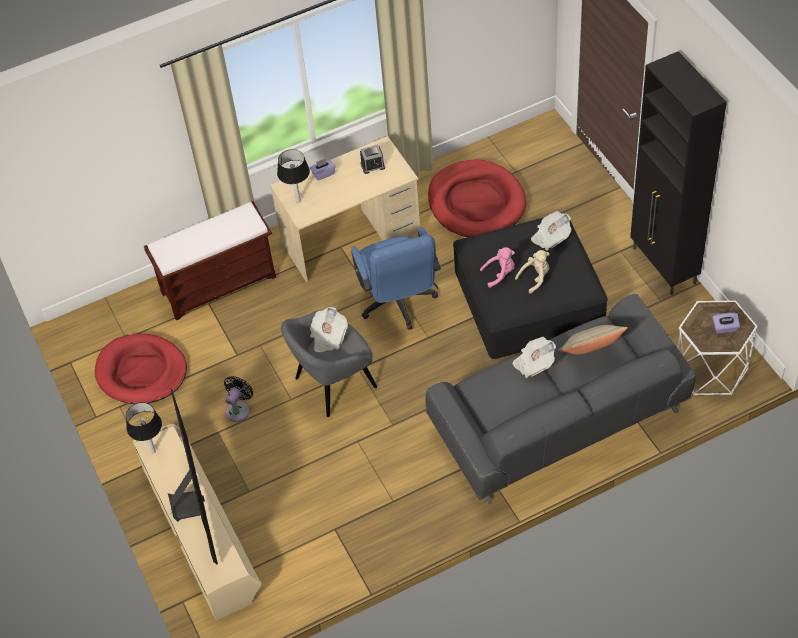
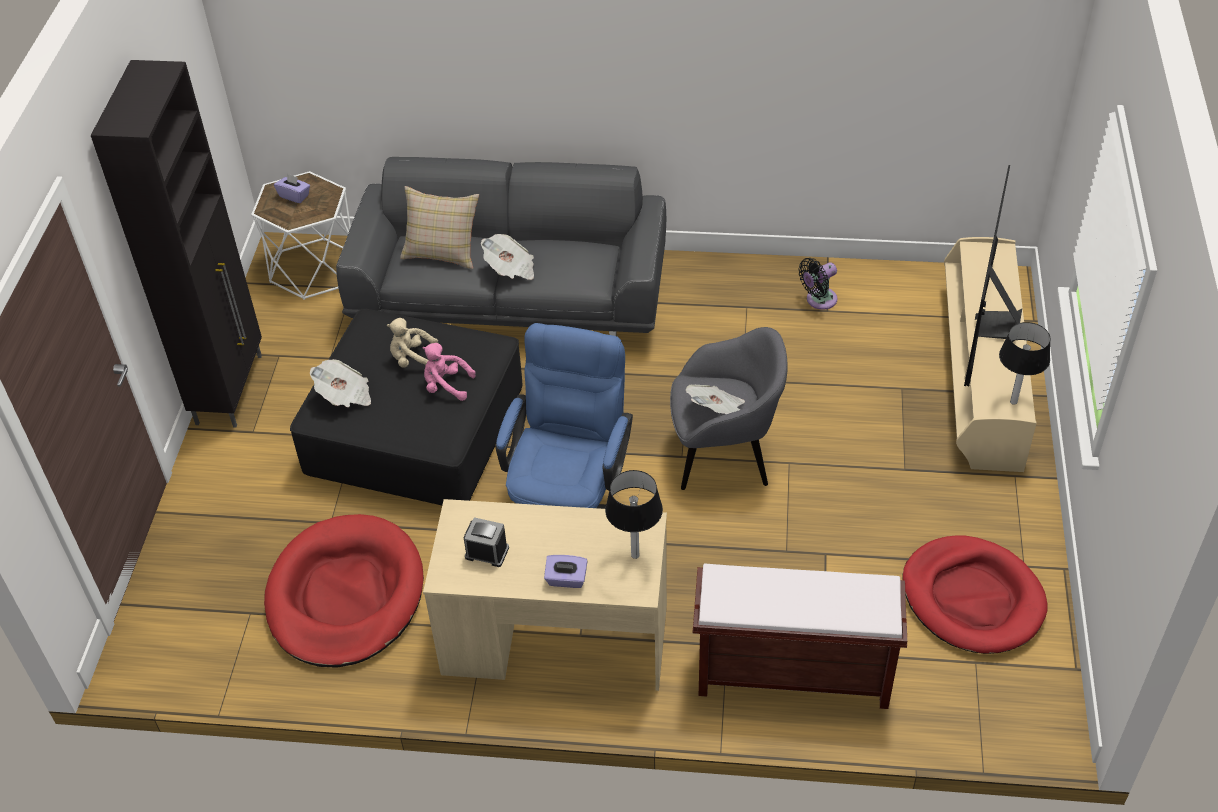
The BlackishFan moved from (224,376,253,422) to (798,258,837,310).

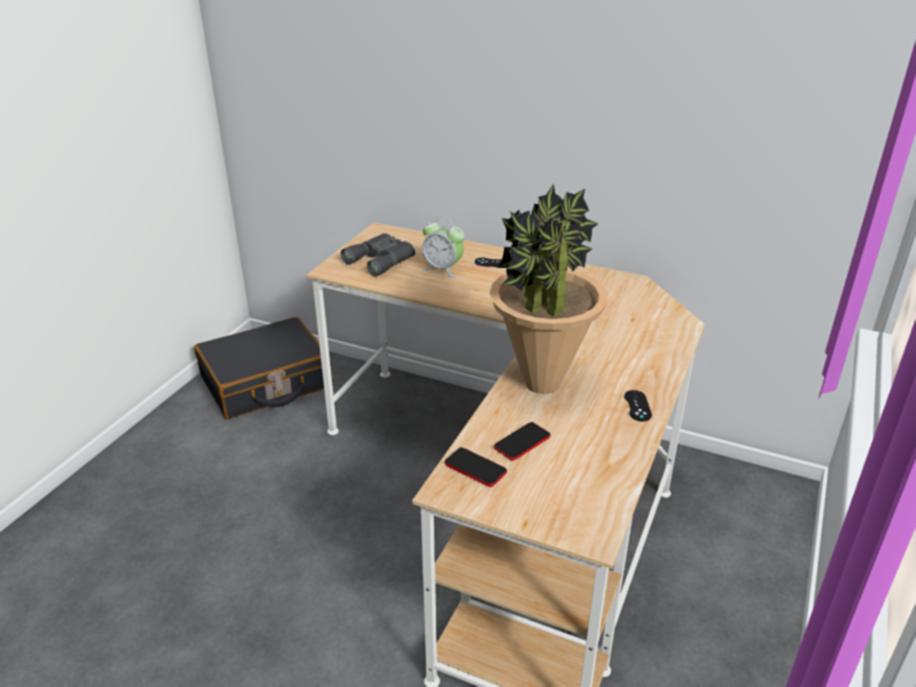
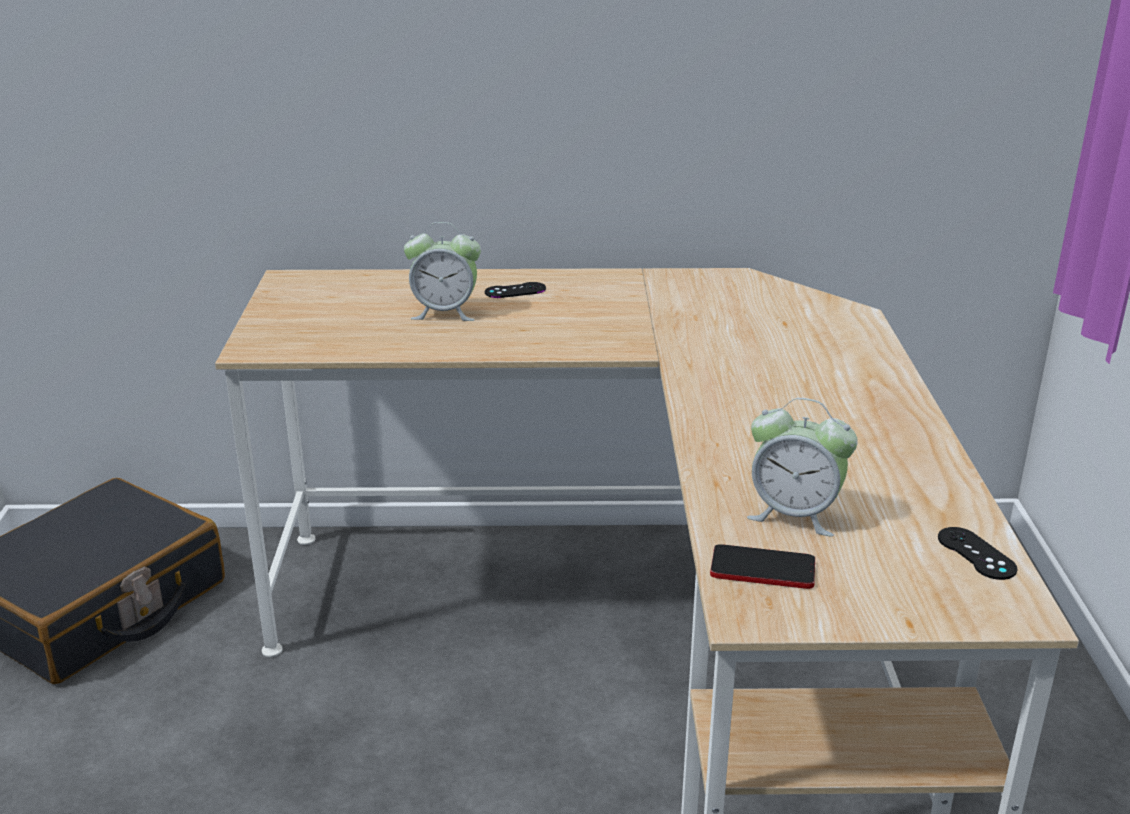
The GreyishBinoculars at (341,233,415,277) disappeared. The Houseplant at (490,183,608,394) disappeared. The Telephone at (494,422,551,461) was replaced by the BedsideClock at (747,398,858,536). The BlackishGameController moved from (624,390,652,422) to (938,527,1018,580).

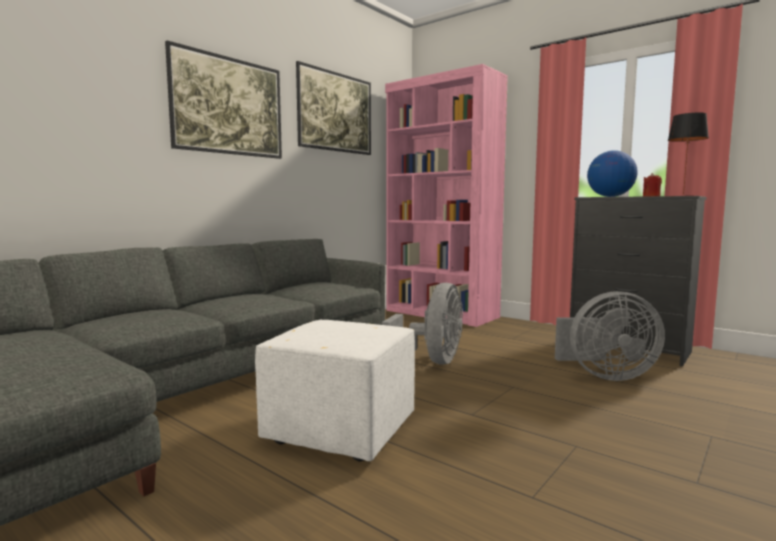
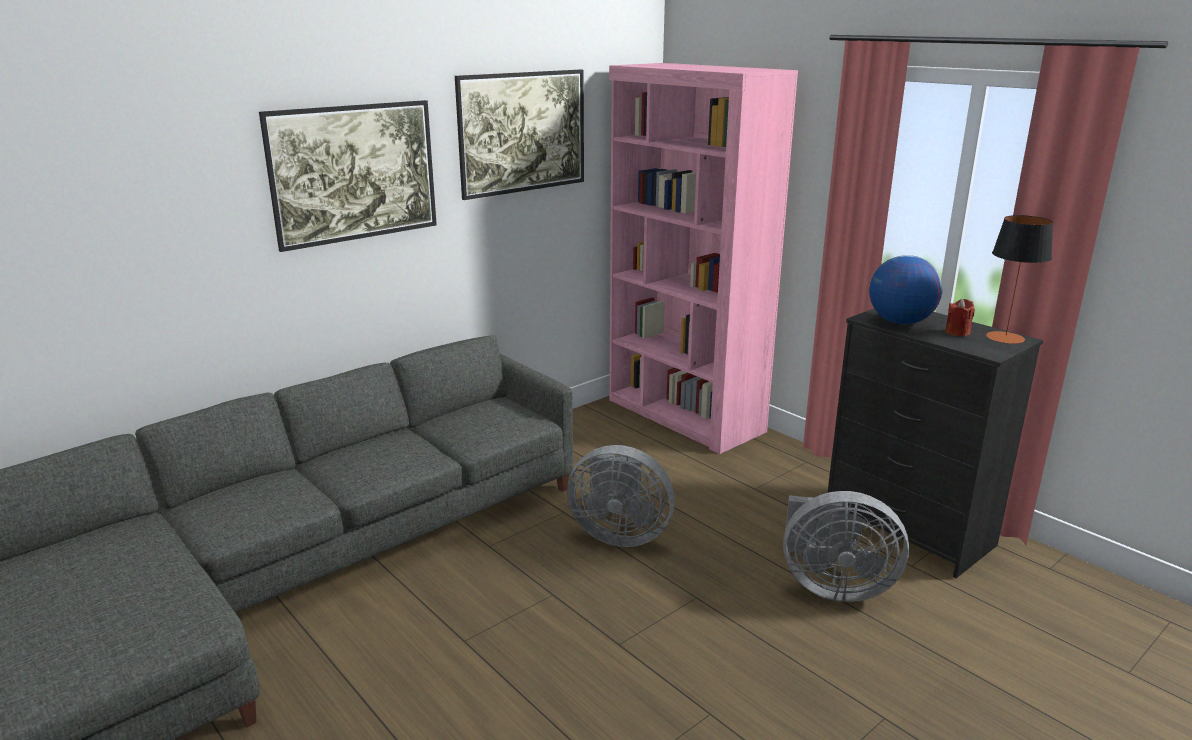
The WhiteColouredOttoman at (255,320,415,462) disappeared. The GreyishFan at (382,283,463,364) turned 75 degrees clockwise.

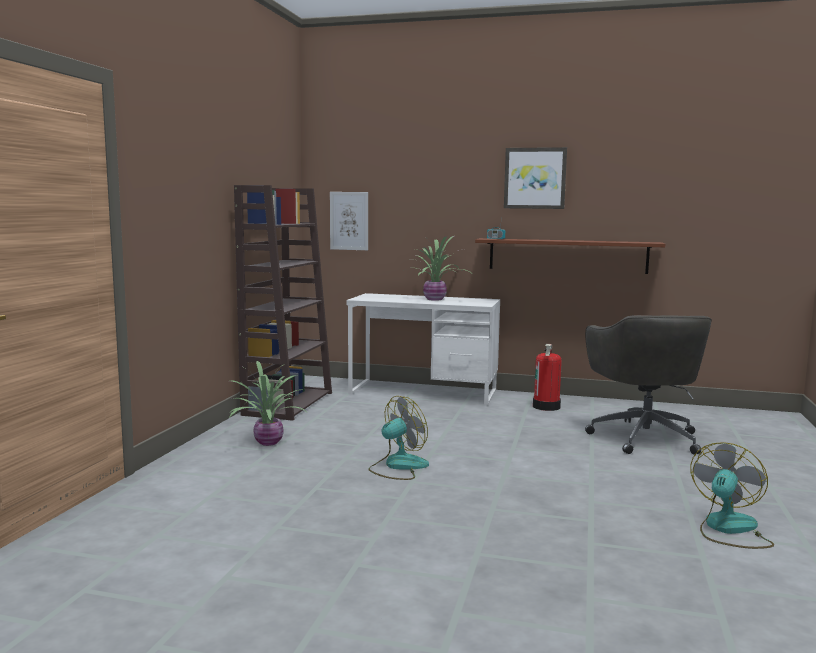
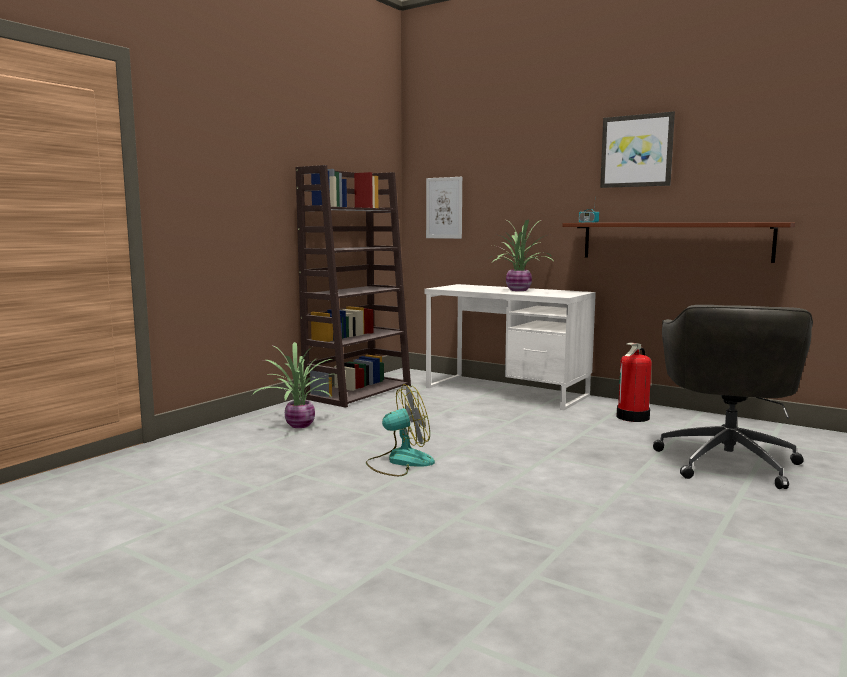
The Fan at (690,442,774,549) disappeared.

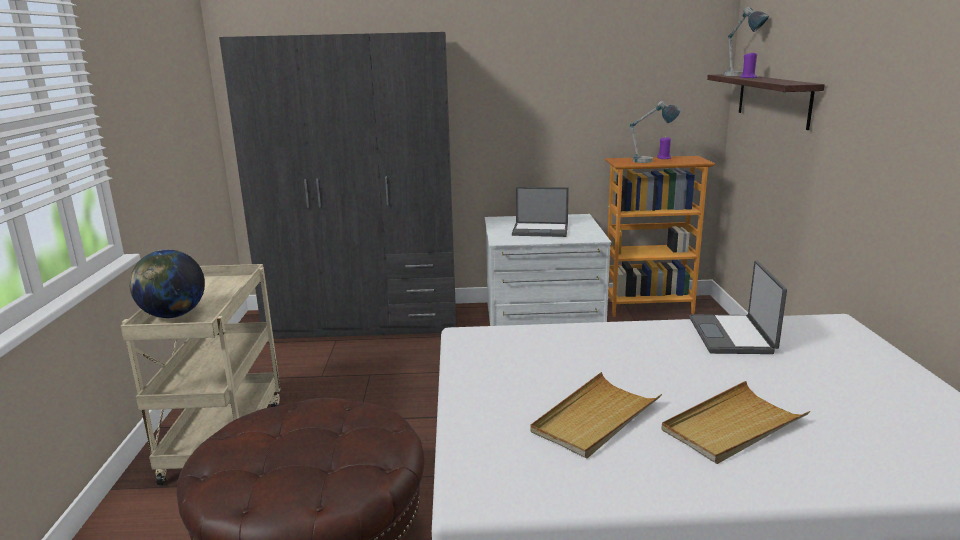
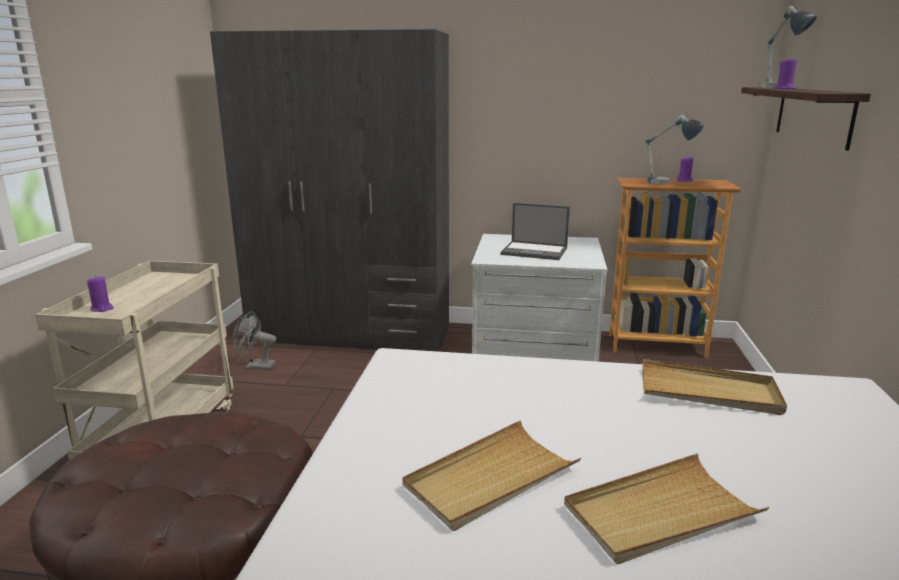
The WorldGlobe at (129,250,205,318) was replaced by the PurpleWaxLight at (87,275,114,312). The NotebookComputer at (689,261,787,354) was replaced by the SandColouredTray at (643,359,787,415). The GreyishFan at (233,311,276,370) appeared.

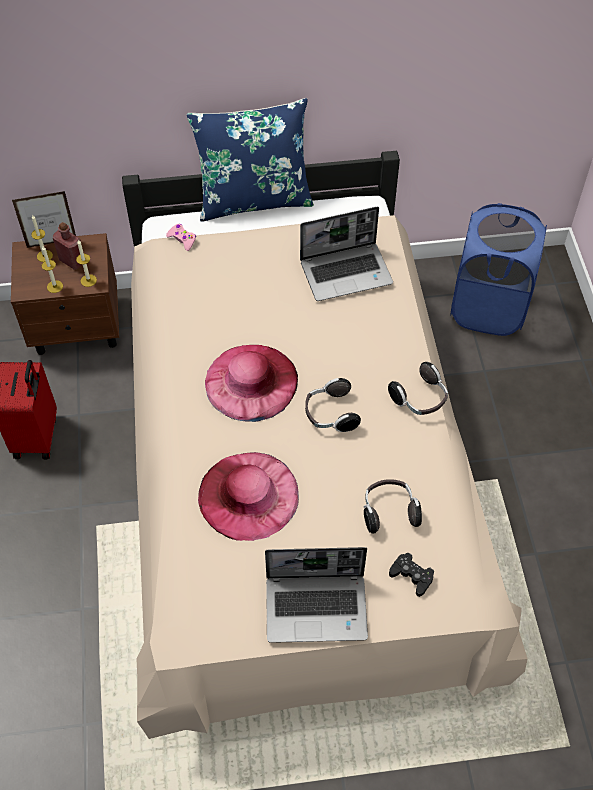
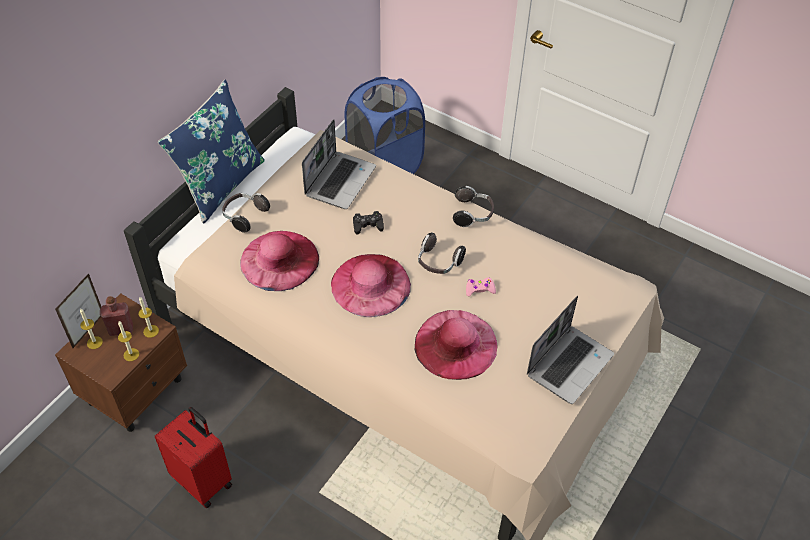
The PinkColouredGameController moved from (166,224,196,251) to (466,278,496,296). The Headphones moved from (364,479,422,534) to (222,193,270,233). The BlackishGameController moved from (389,553,434,597) to (353,211,384,235). The PinkColouredClothingHat at (240,231,319,291) appeared.

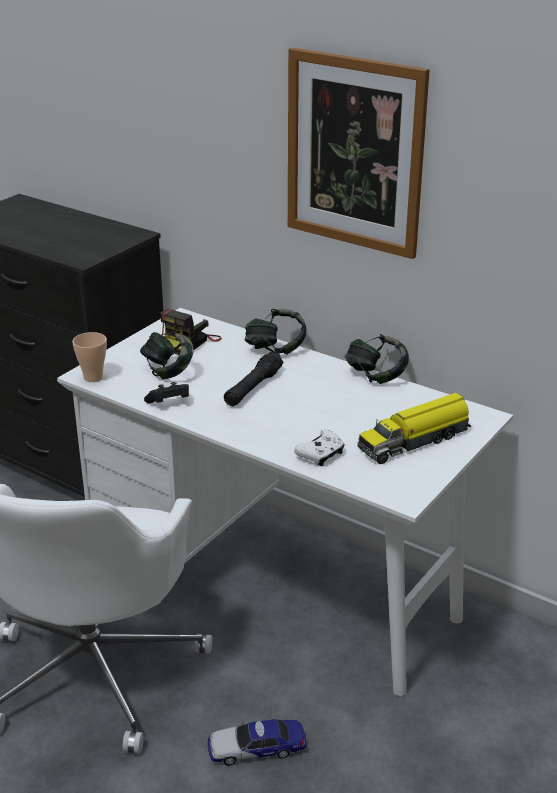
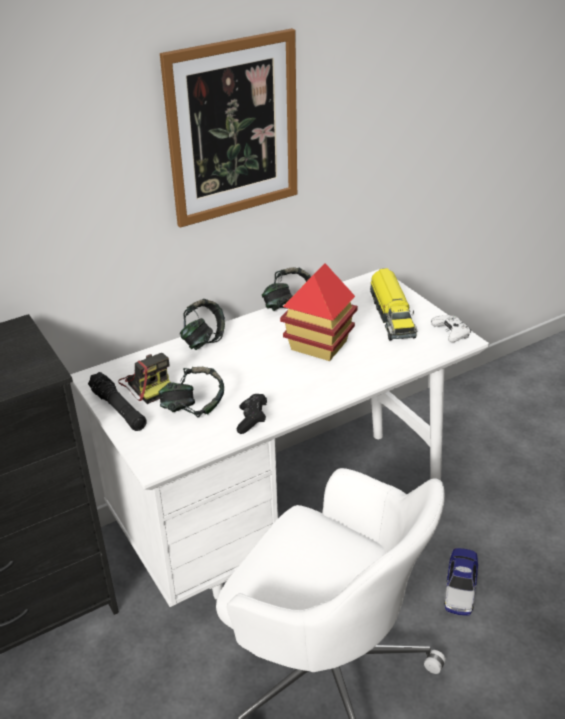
The Cup at (72,332,107,382) disappeared. The BlackishTorch moved from (224,351,283,406) to (88,372,147,431). The WhiteColouredGameController moved from (294,429,345,466) to (431,315,471,342). The MiniatureHouse at (280,263,358,361) appeared.

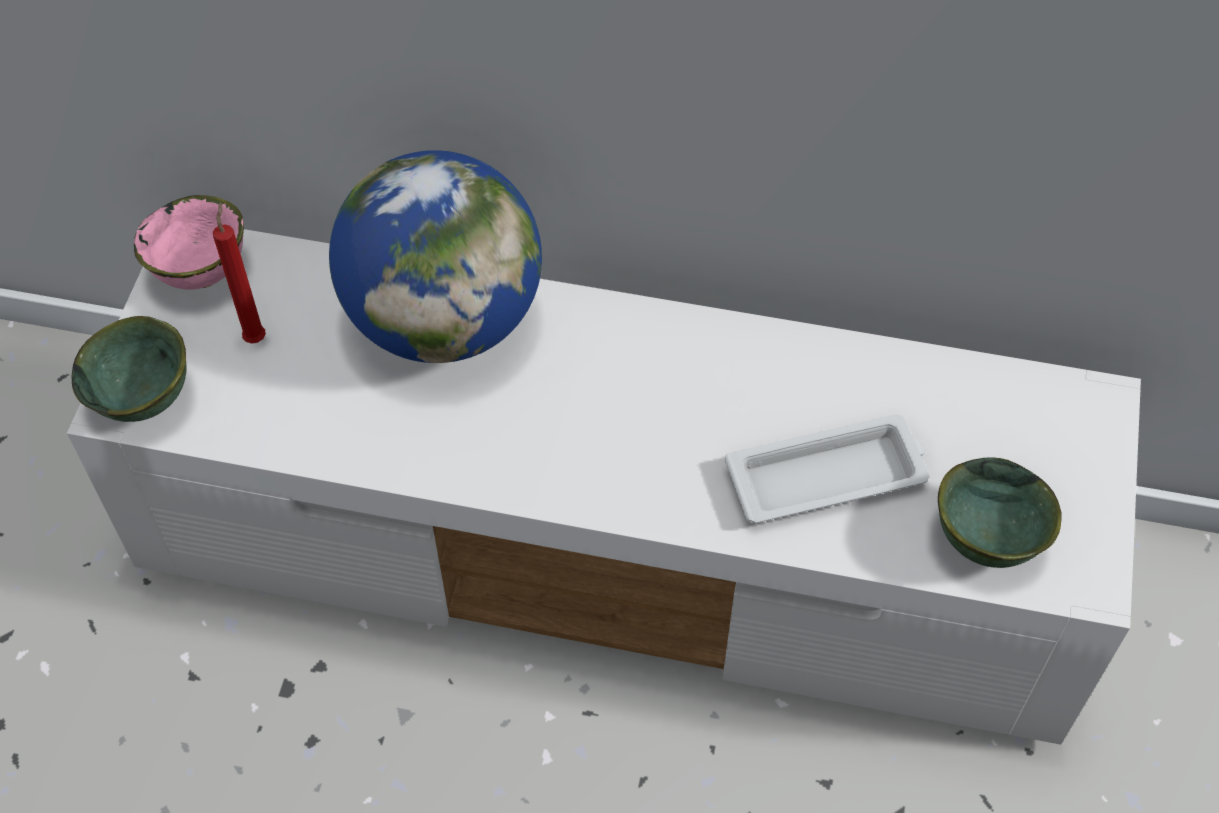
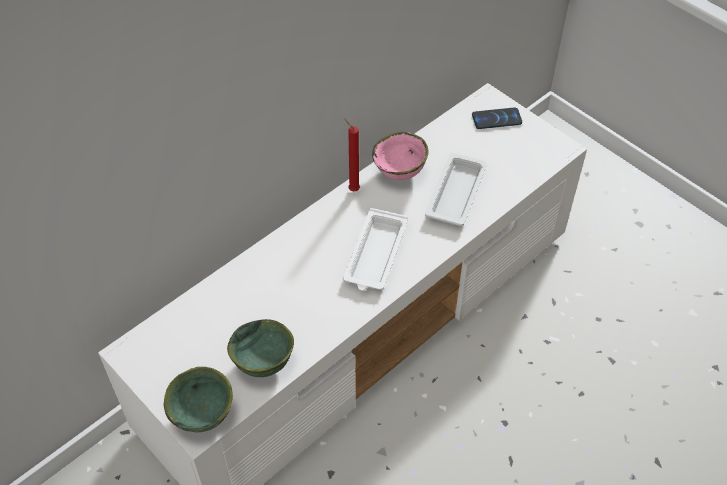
The PinkColouredDeepDish moved from (134,195,244,290) to (372,132,428,180). The RedWaxLight moved from (213,202,266,344) to (344,118,360,191). The WorldGlobe at (329,150,542,363) disappeared. The GreenDeepDish moved from (938,457,1062,568) to (227,319,294,377). The WhiteColouredTray at (343,208,408,291) appeared. The Telephone at (472,108,522,129) appeared.

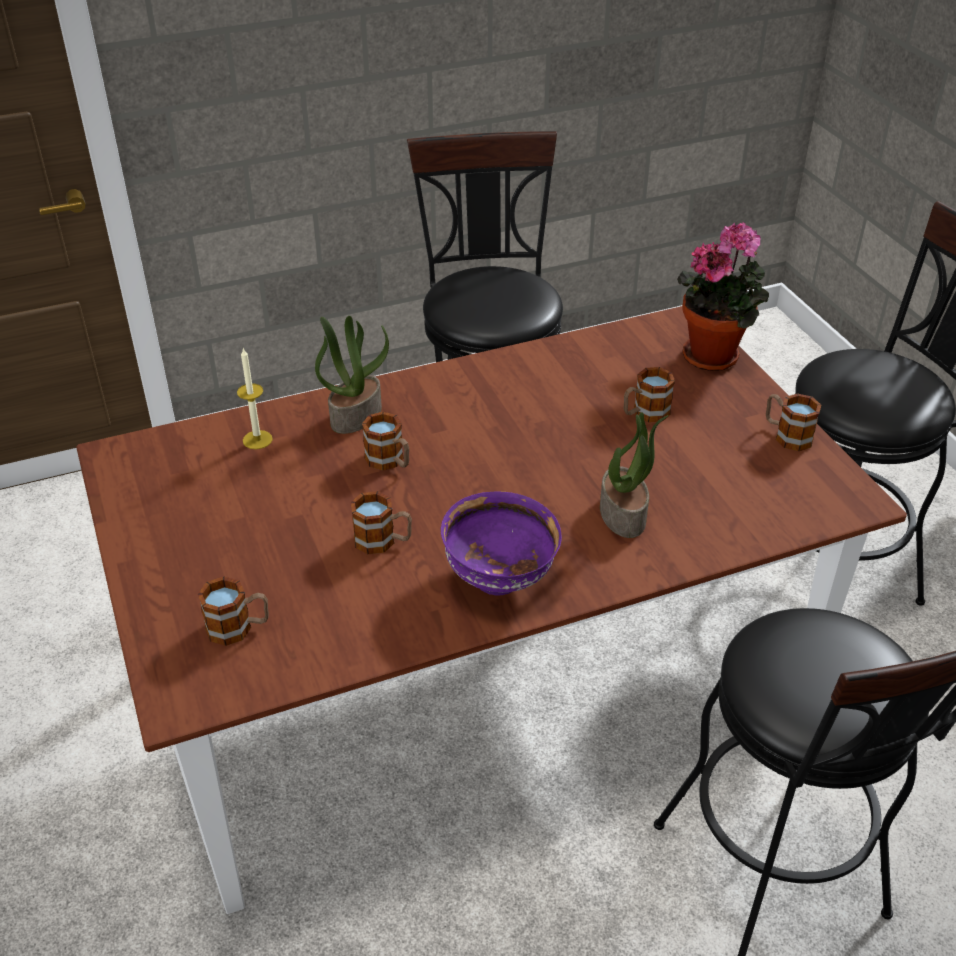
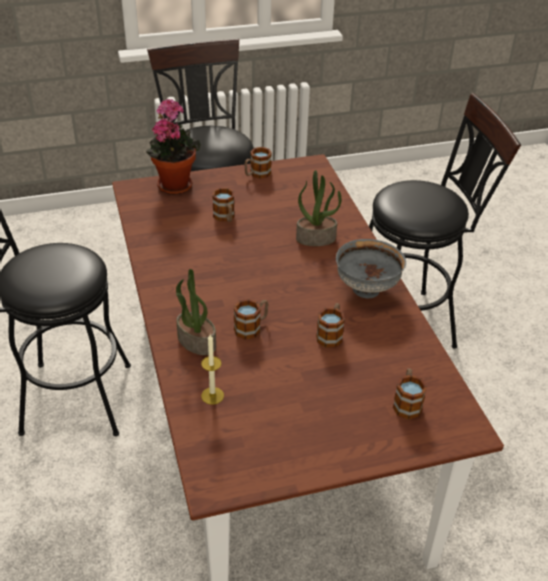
The PurpleDeepDish at (441,491,562,596) became the GreyishDeepDish at (336,239,406,298).

